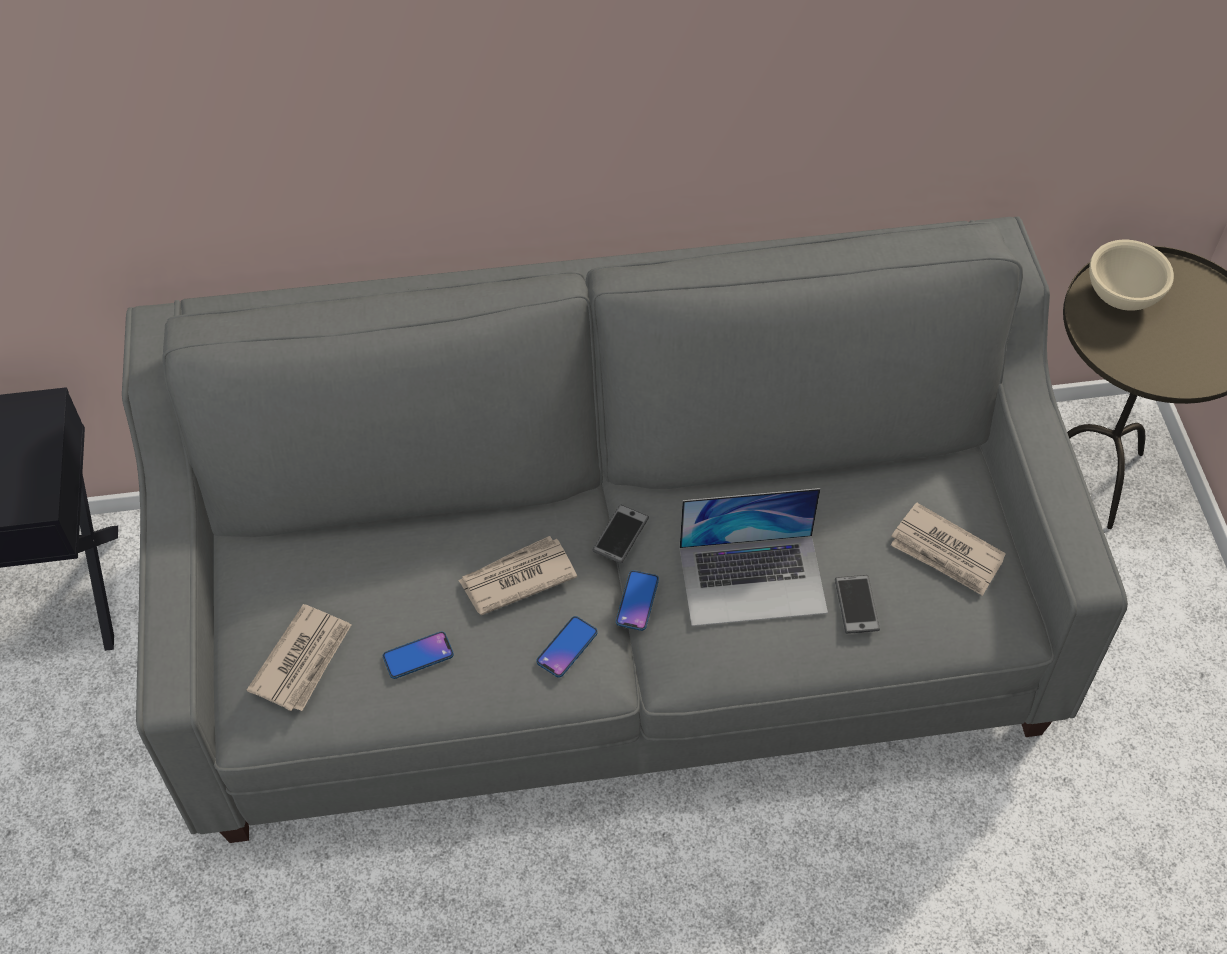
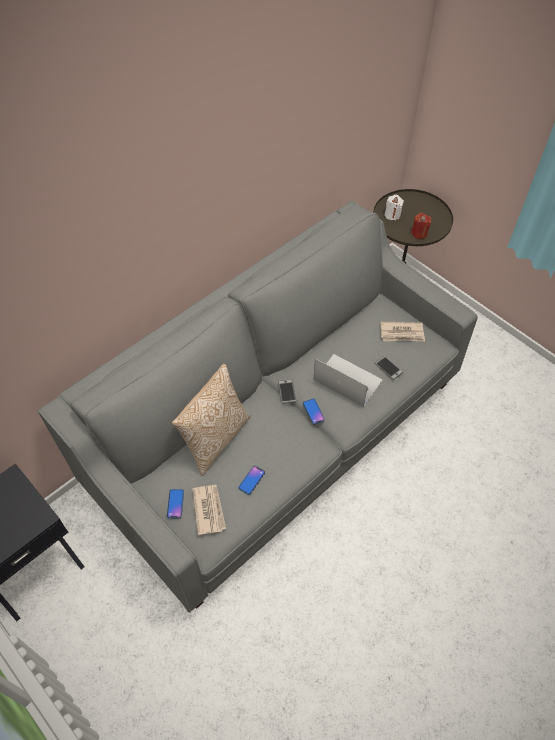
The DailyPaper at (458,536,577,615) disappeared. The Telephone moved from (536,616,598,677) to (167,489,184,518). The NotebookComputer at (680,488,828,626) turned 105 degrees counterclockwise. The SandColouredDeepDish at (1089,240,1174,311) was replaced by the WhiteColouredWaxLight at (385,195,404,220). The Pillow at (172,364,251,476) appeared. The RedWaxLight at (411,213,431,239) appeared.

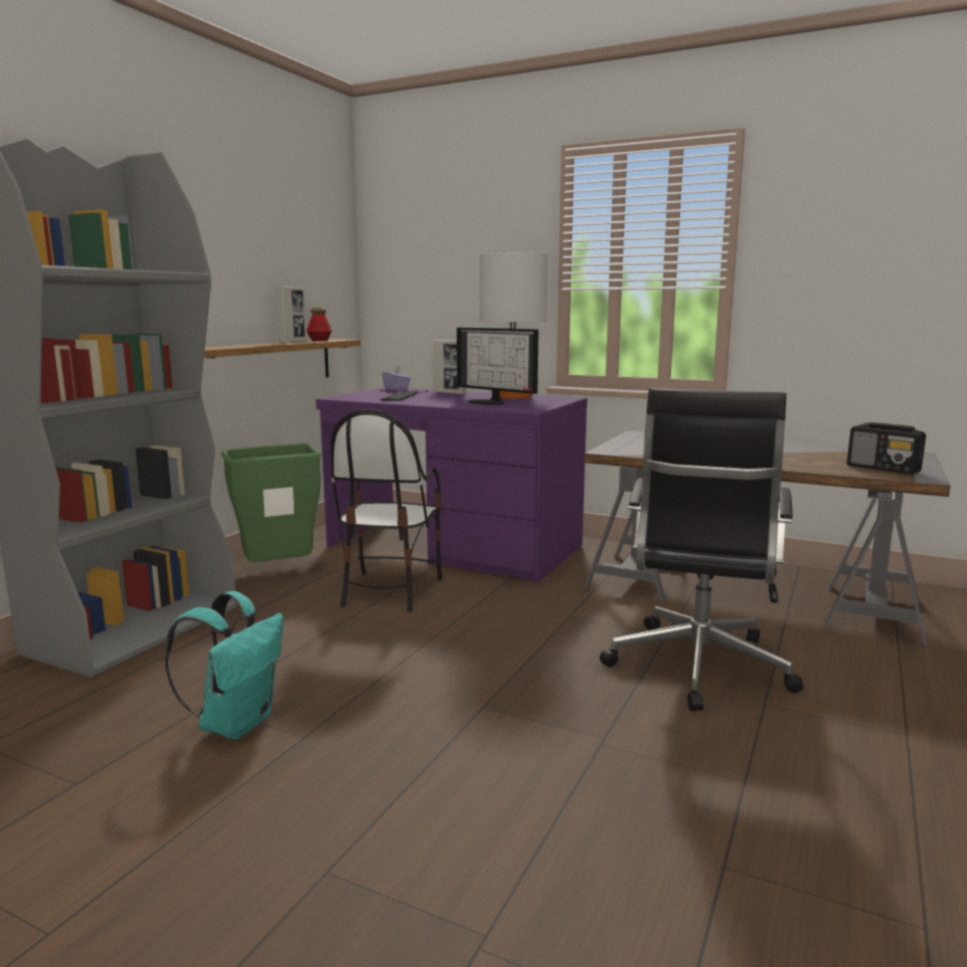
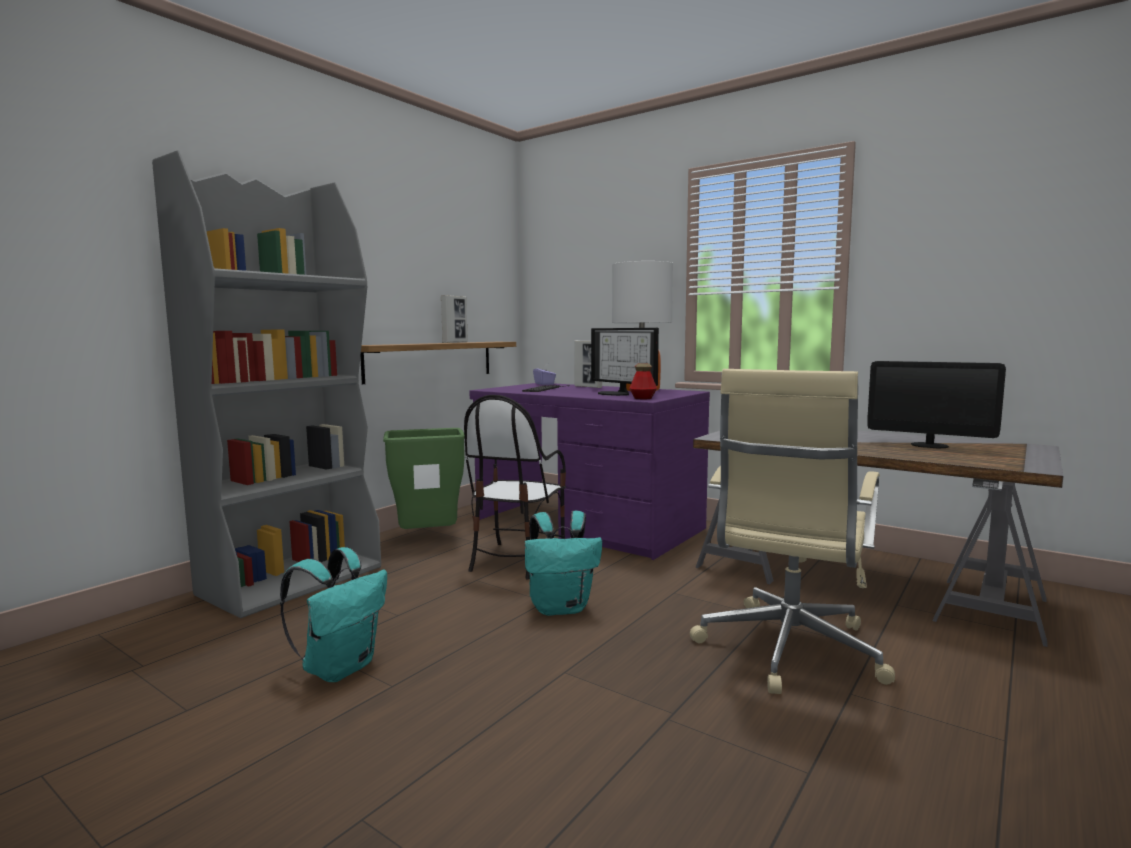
The BeverageBottle moved from (307,307,332,341) to (629,363,657,399). The BlackishComputerChair at (600,388,803,711) became the SandColouredComputerChair at (690,369,895,694). The RadioReceiver at (847,422,926,475) disappeared. The TurquoiseKnapsack at (525,511,602,616) appeared. The ComputerScreen at (867,361,1006,449) appeared.

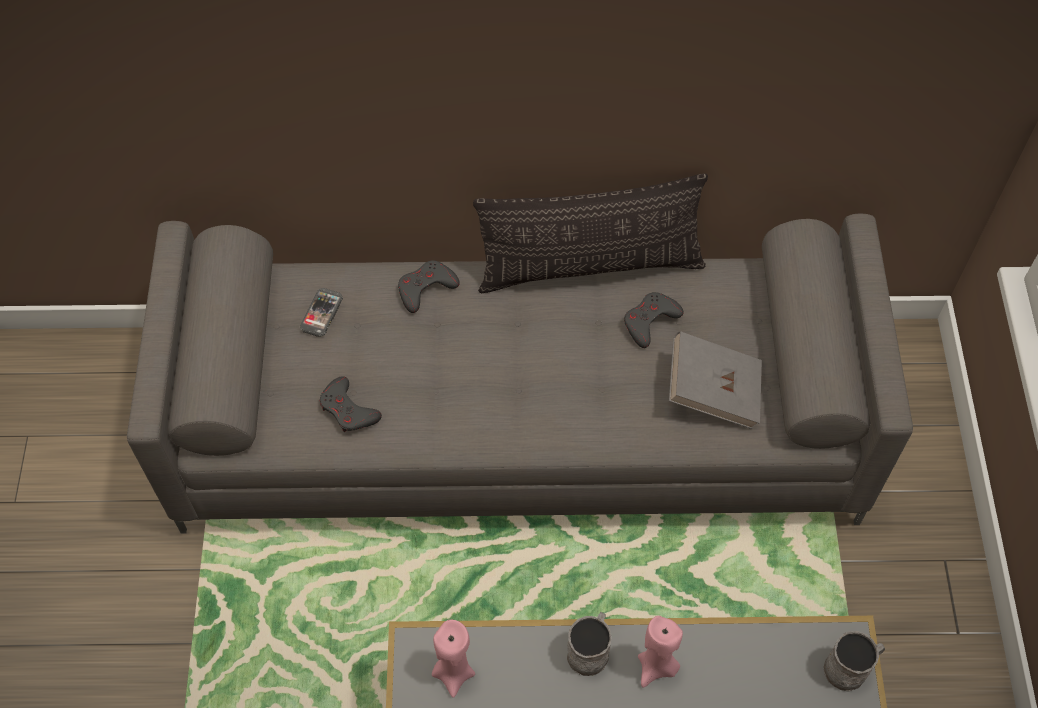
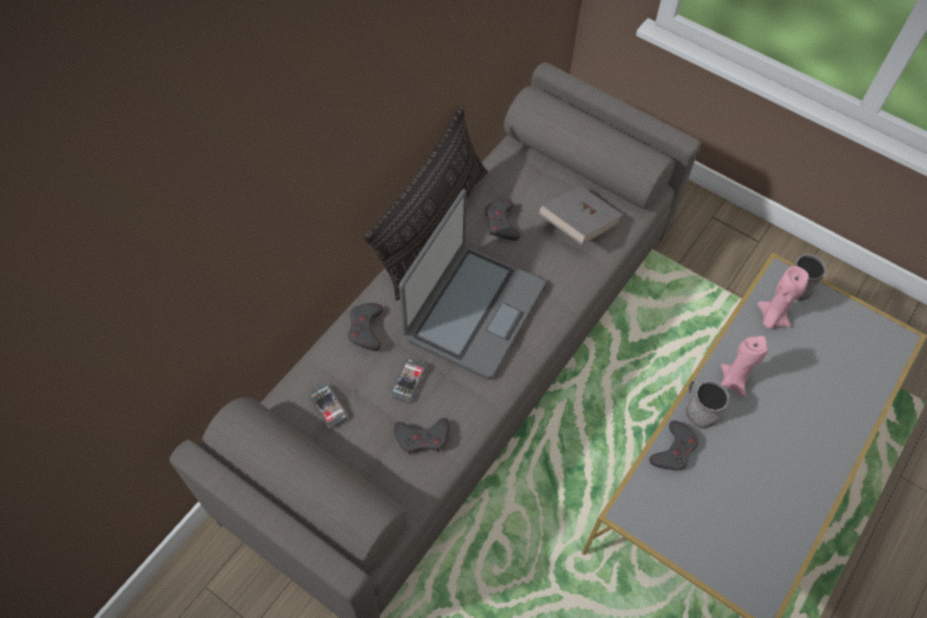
The PinkColouredWaxLight moved from (432,620,475,698) to (758,266,809,329). The Telephone at (390,358,427,403) appeared. The NotebookComputer at (399,189,545,380) appeared. The GreyishGameController at (649,421,699,471) appeared.

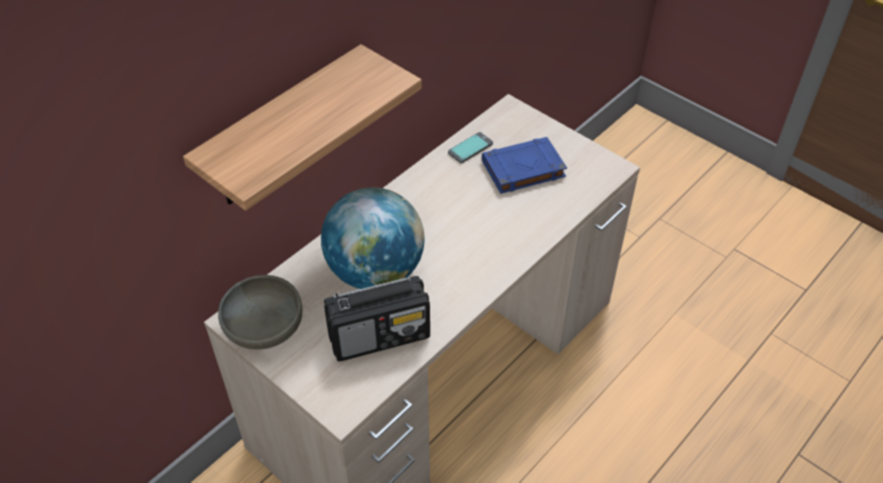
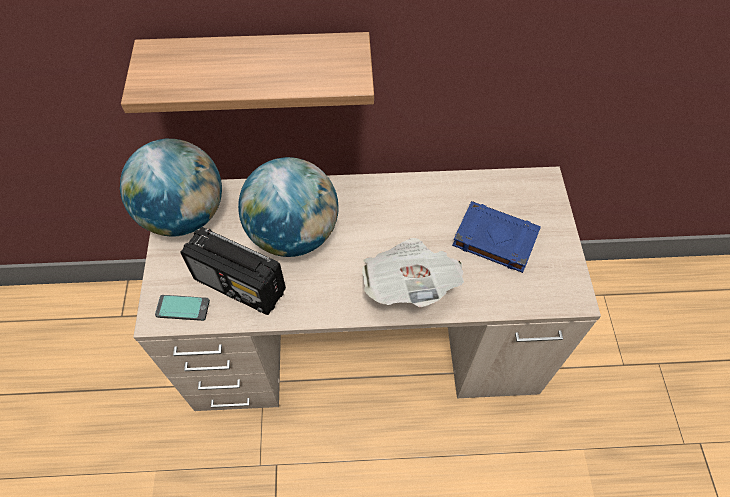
The GreyishDeepDish at (218,275,302,349) was replaced by the WorldGlobe at (120,139,222,236). The Telephone moved from (448,132,493,163) to (155,295,210,321). The DailyPaper at (362,238,464,307) appeared.

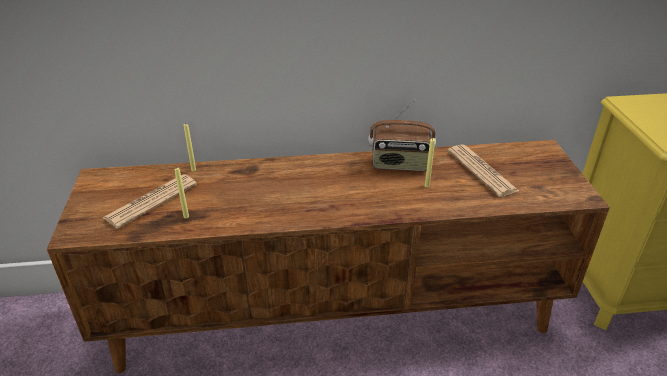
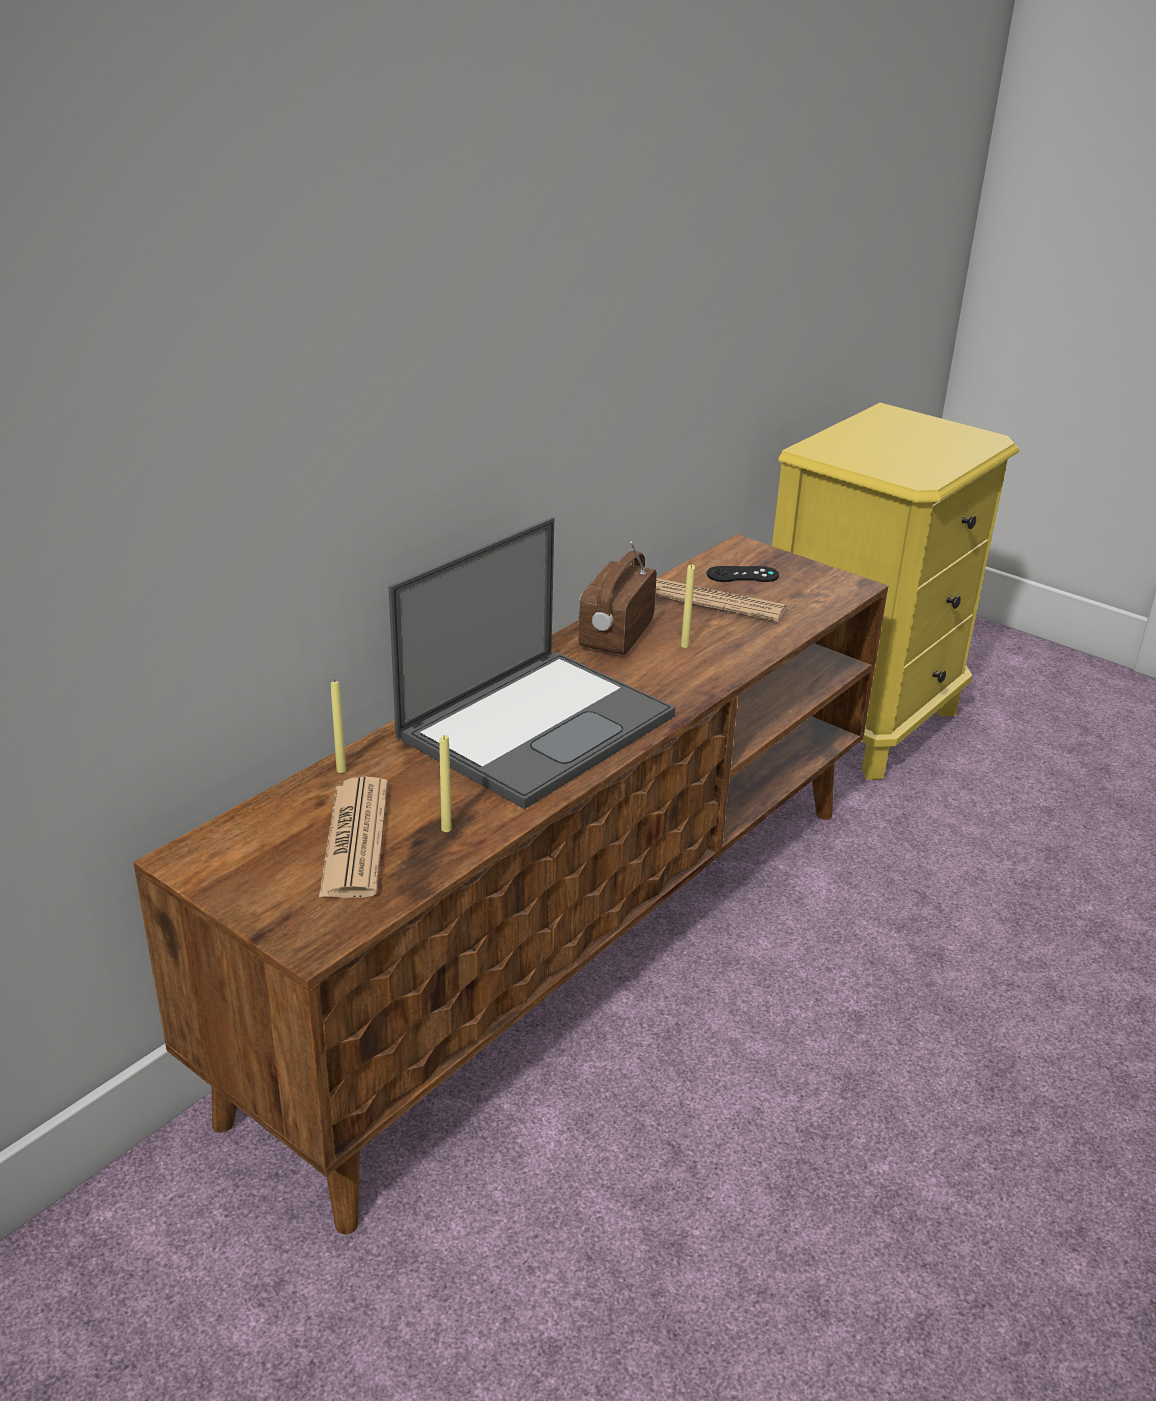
The RadioReceiver at (368,100,436,171) turned 150 degrees clockwise. The NotebookComputer at (389,517,676,809) appeared. The BlackishGameController at (707,566,779,582) appeared.

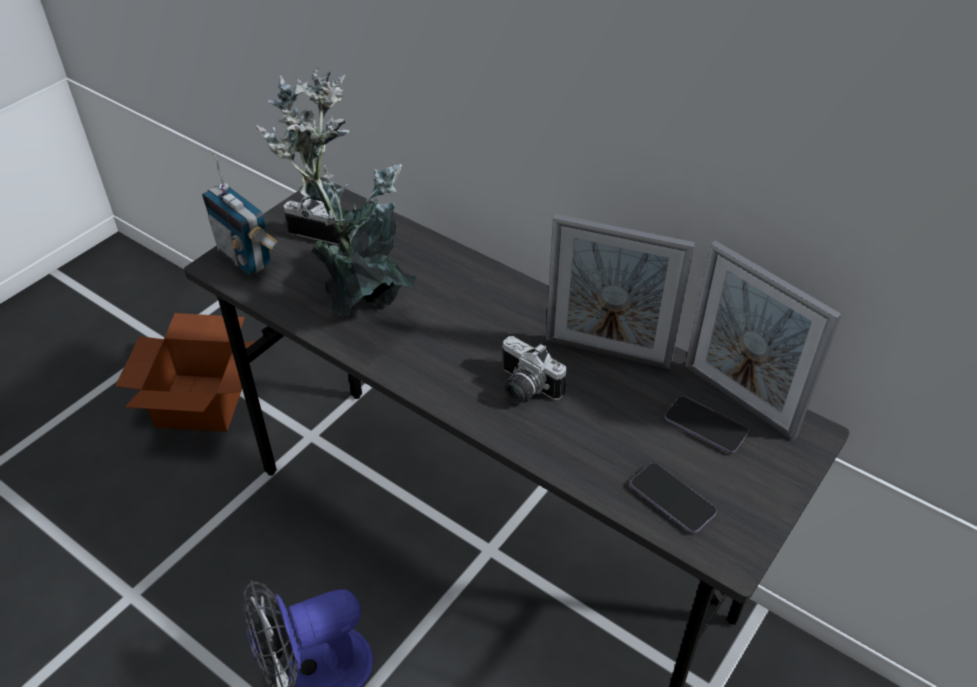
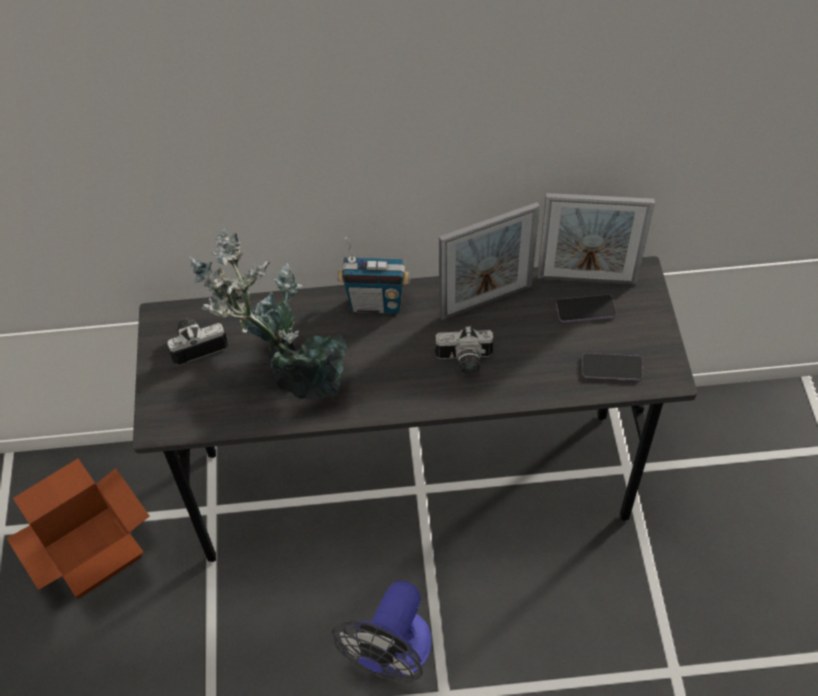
The RadioReceiver moved from (202,152,278,275) to (338,237,410,314).

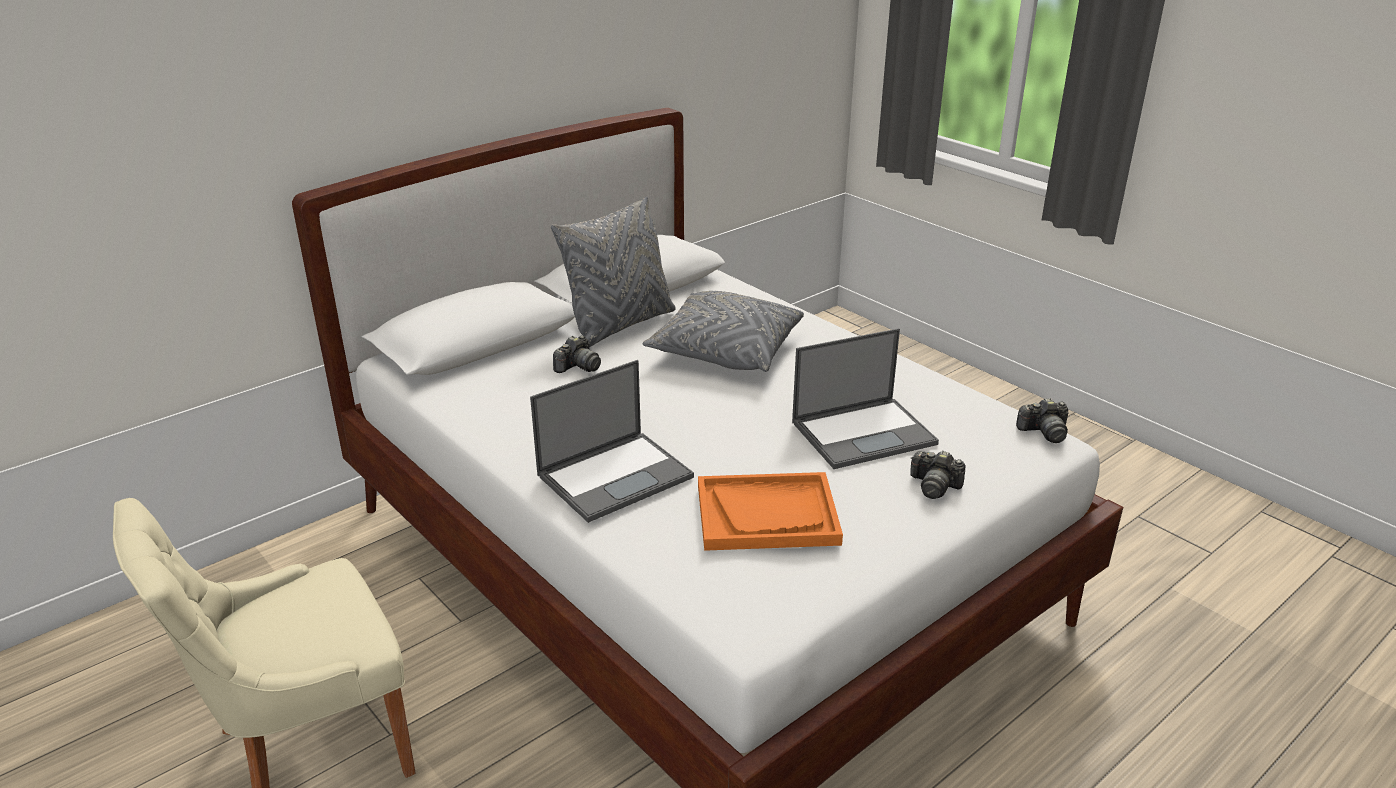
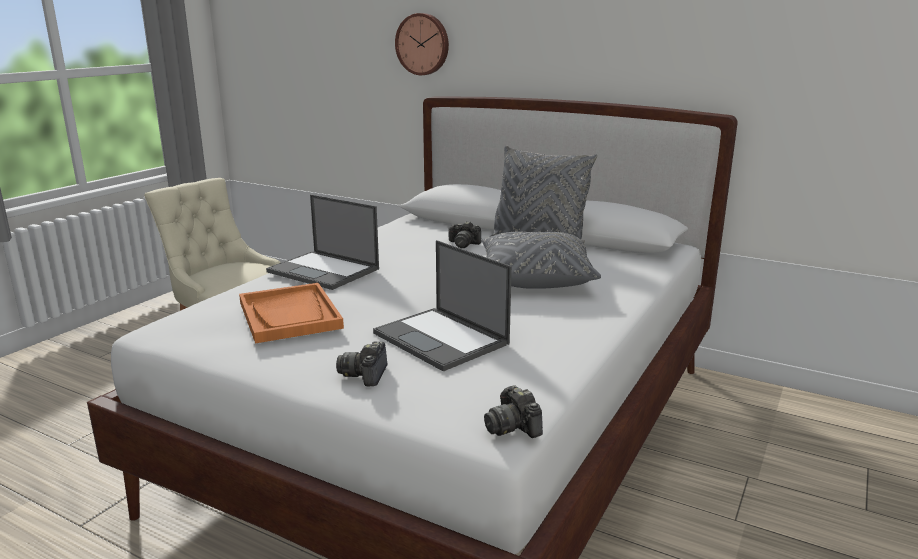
The HangingClock at (395,13,449,75) appeared.

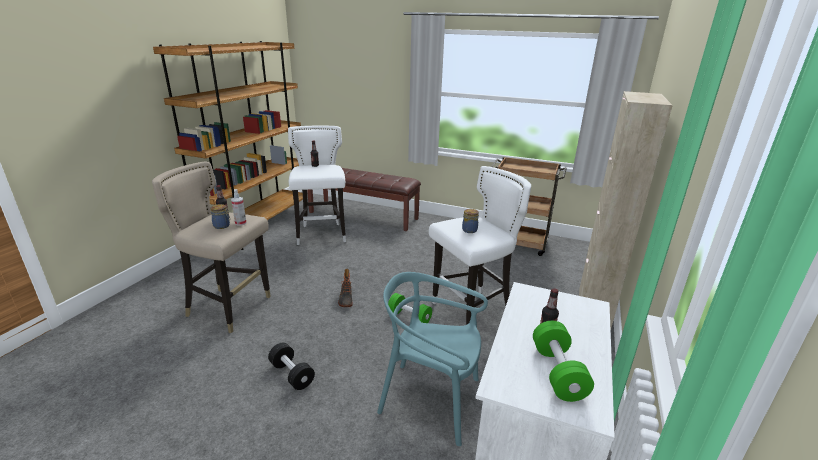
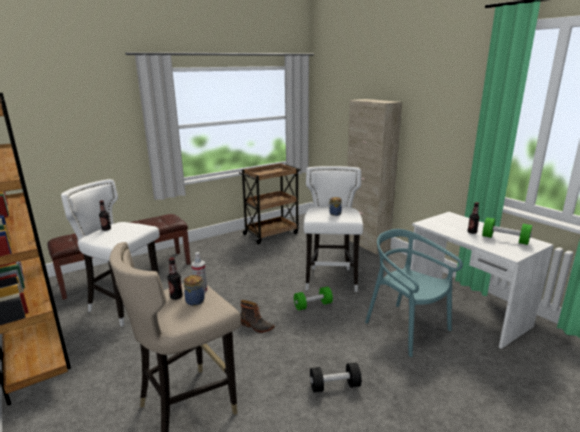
The TurquoisePlainChair at (377,272,488,446) turned 90 degrees clockwise.

